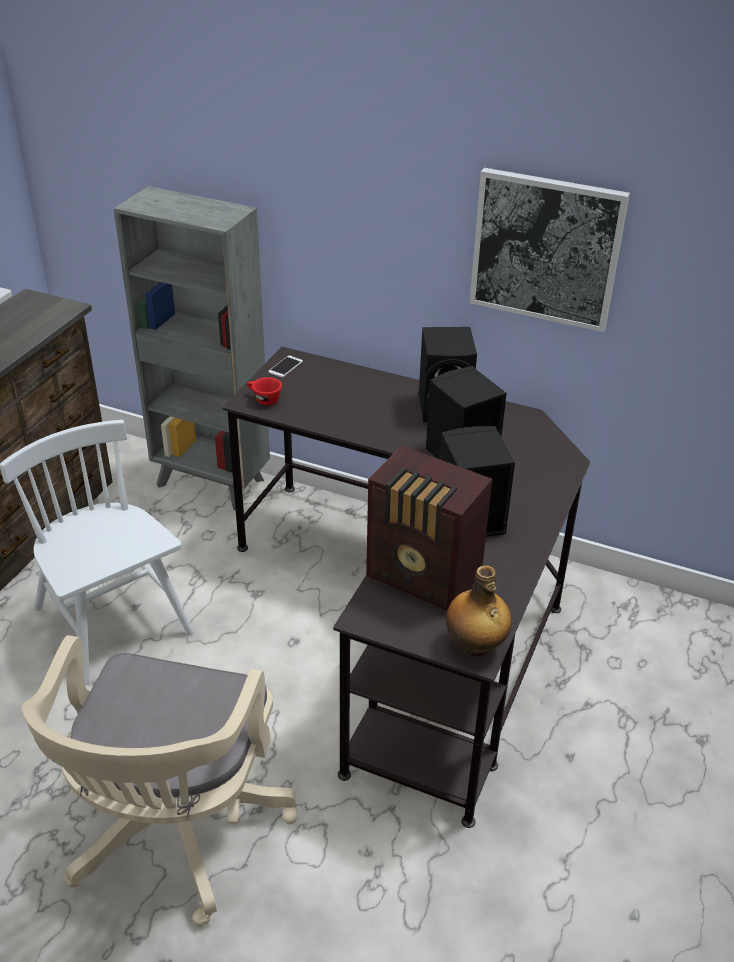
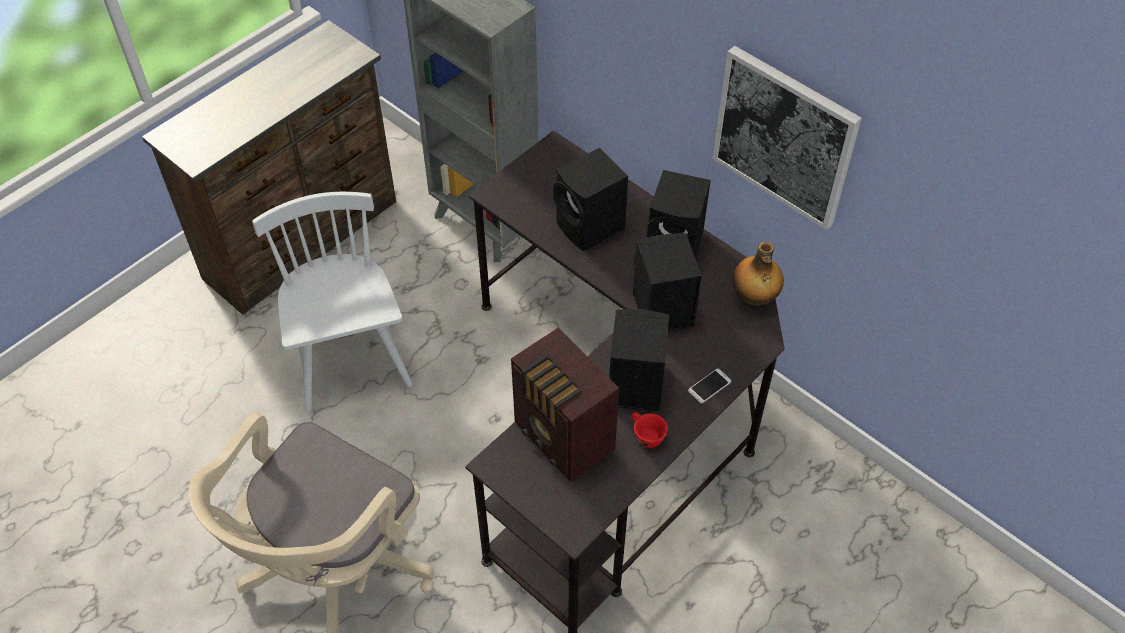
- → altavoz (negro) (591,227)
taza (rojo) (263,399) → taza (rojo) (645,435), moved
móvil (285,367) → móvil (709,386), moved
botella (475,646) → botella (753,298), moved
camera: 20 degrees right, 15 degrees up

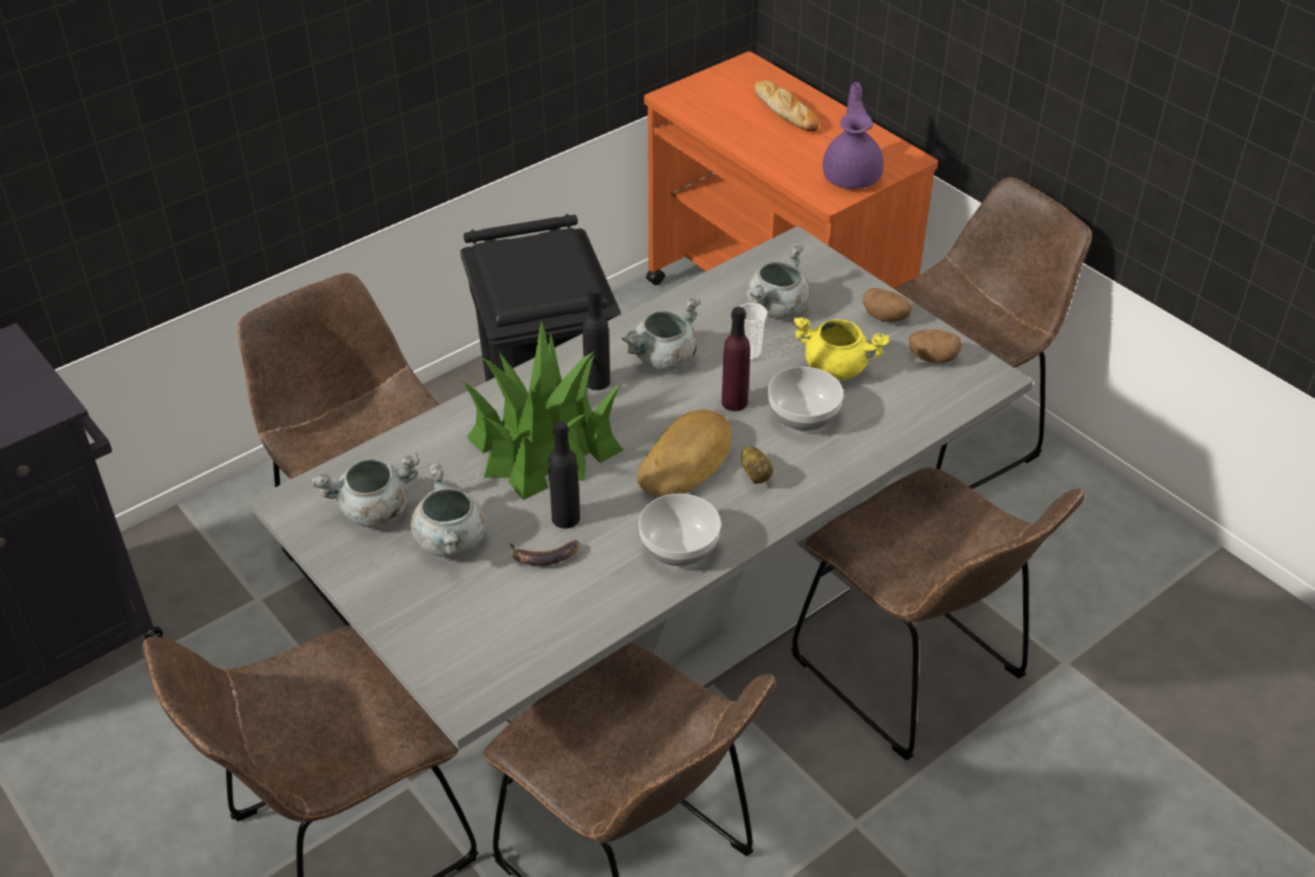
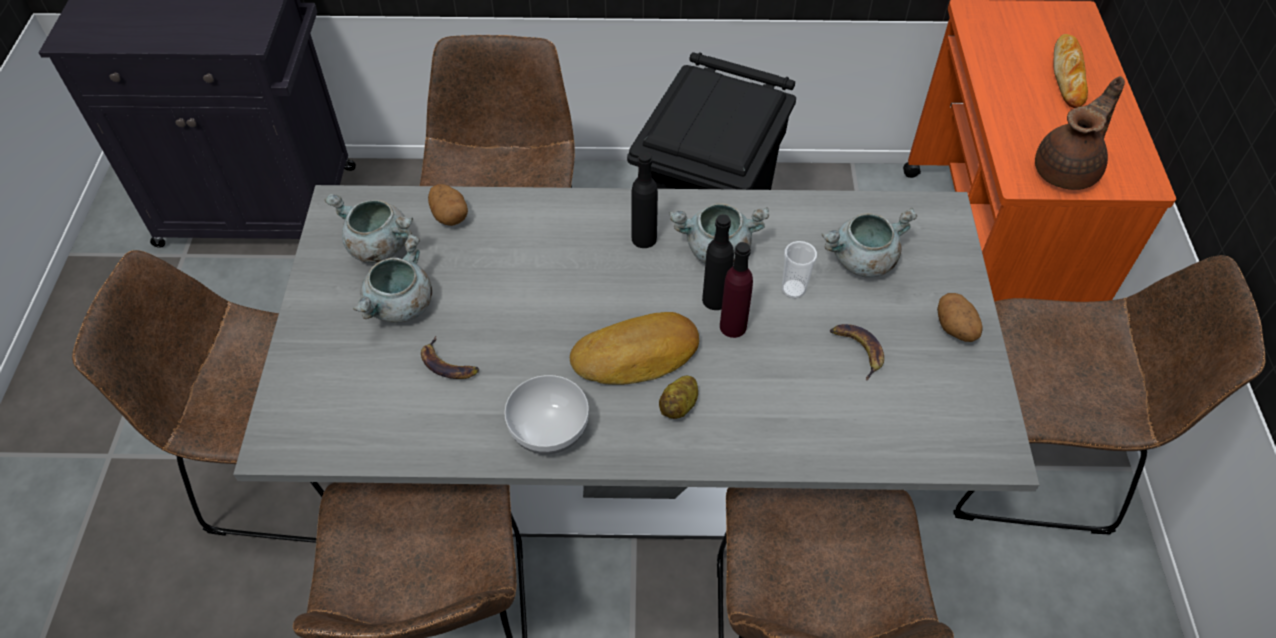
planta en maceta (543,446) → -
cuenco (802,417) → -
botella (negro) (566,518) → botella (negro) (715,299), moved
patata (932,358) → patata (449,215), moved
olla (amarillo) (837,367) → plátano (857,350)
tetera (morado) (852,175) → tetera (marrón) (1068,170)
camera: 40 degrees right, 10 degrees up

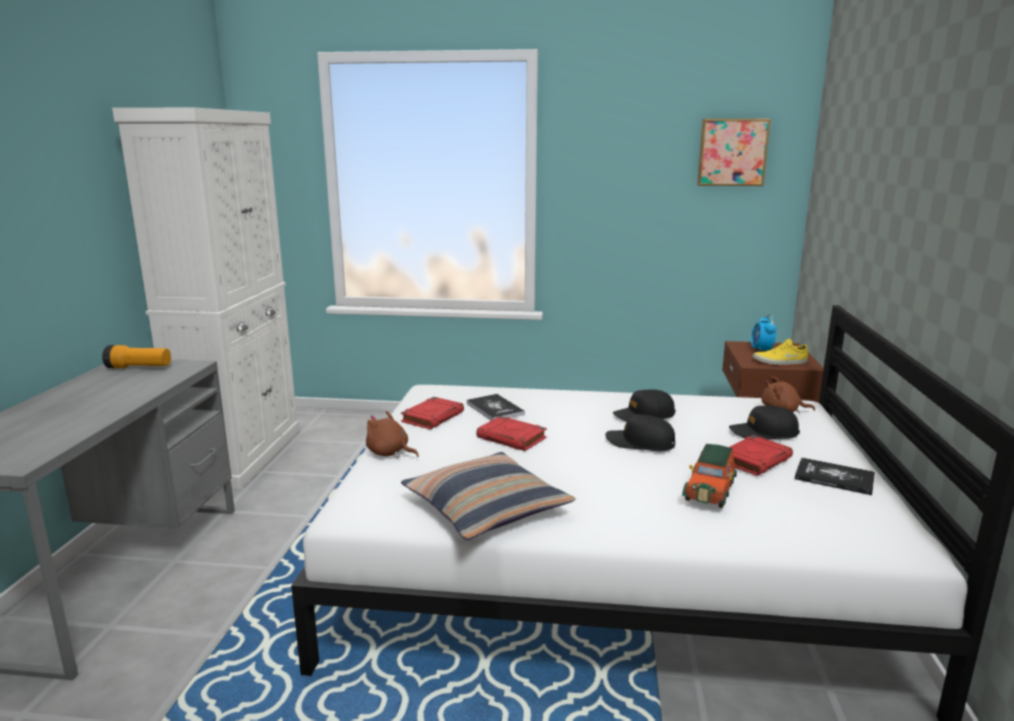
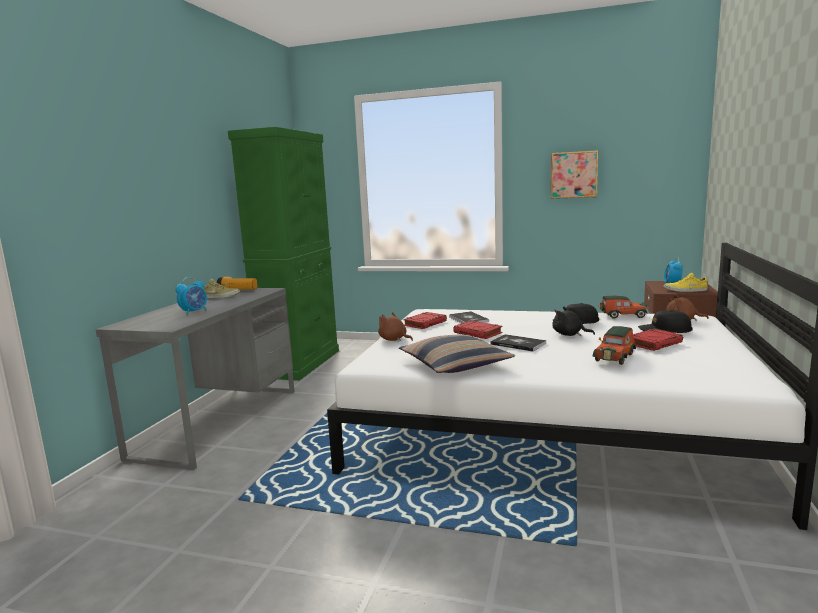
- → despertador (194,312)
- → zapato (beis) (219,296)
- → coche de juguete (622,316)
cuadro (732,152) → cuadro (573,175), moved
libro (834,478) → libro (518,344), moved
gorra (negro) (640,443) → peluche (negro) (569,335)
armario (blanco) (242,455) → armario (verde) (300,363)
camera: 10 degrees right, 5 degrees down

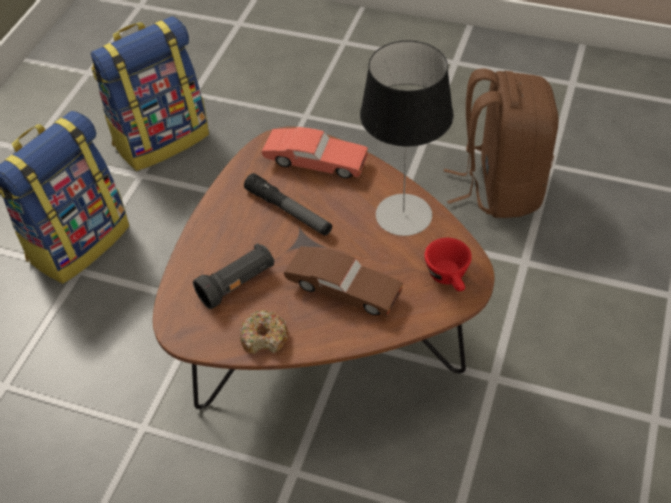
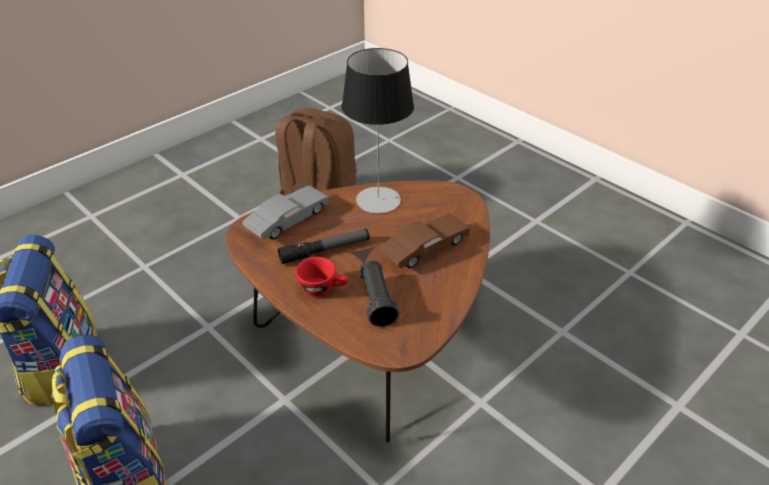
rosquilla (264,337) → -
taza (rojo) (449,278) → taza (rojo) (323,288), moved
coche de juguete (rojo) (315,162) → coche de juguete (gris) (287,221)
camera: 65 degrees left, 10 degrees down

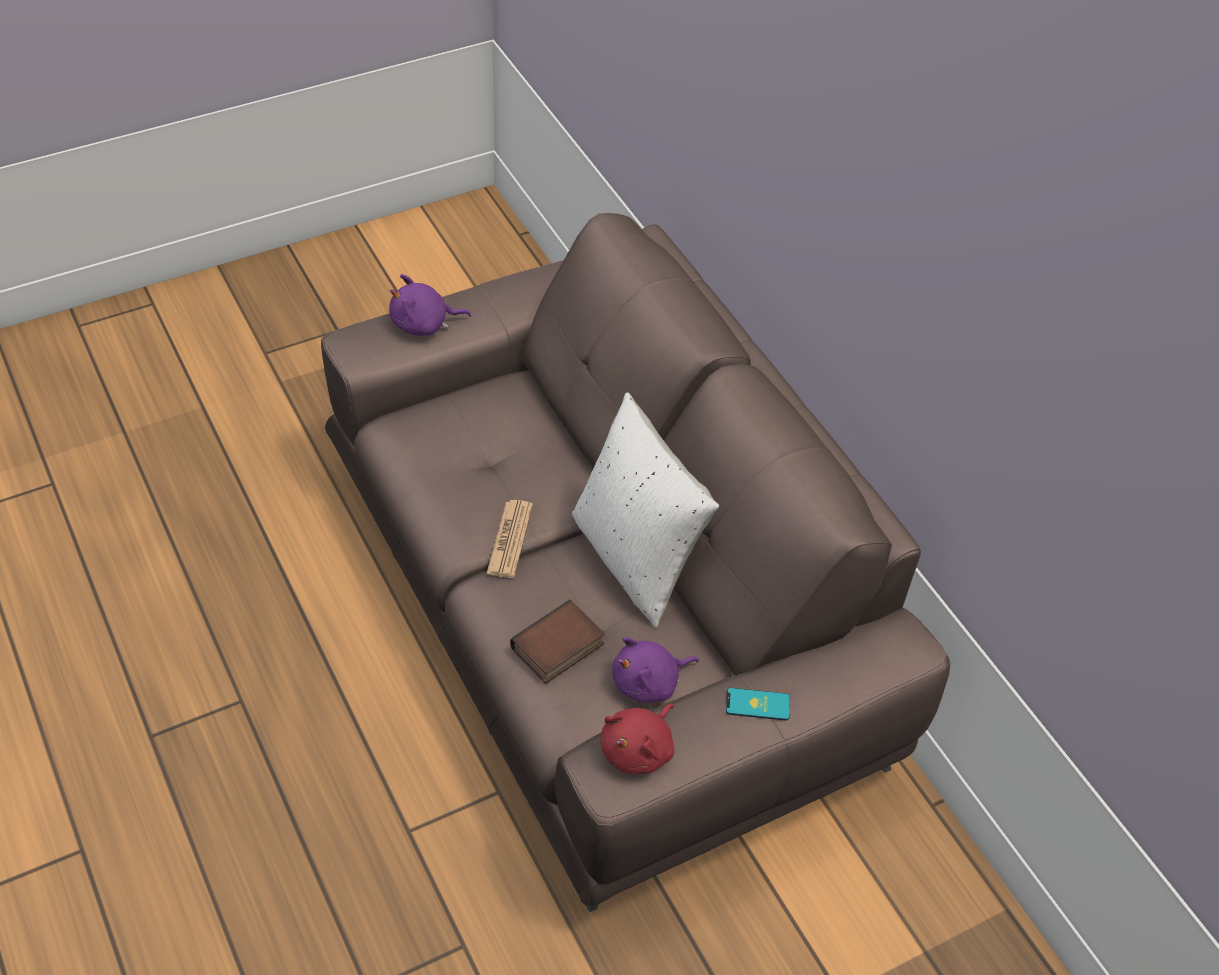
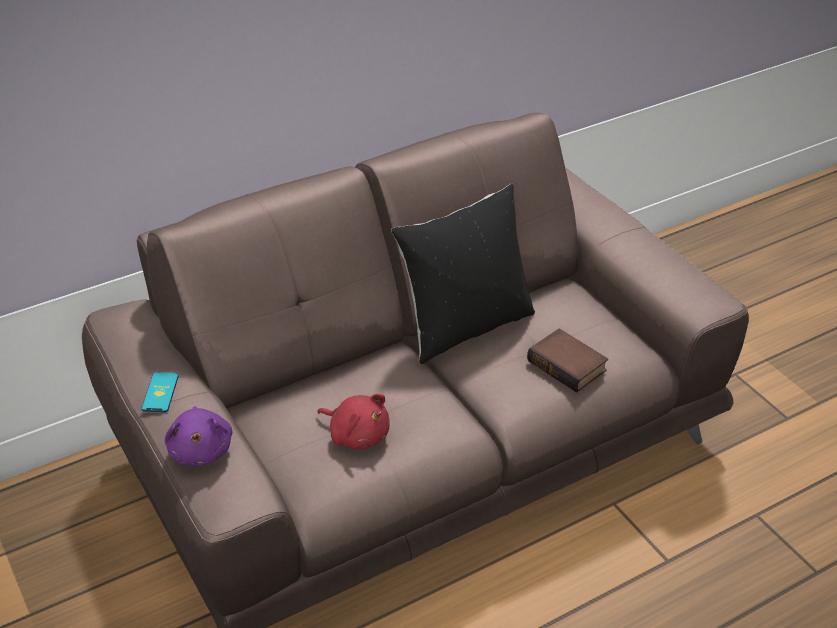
periódico (510,539) → -
peluche (morado) (649,683) → -
peluche (rojo) (639,750) → peluche (rojo) (357,435), moved
móvil (758,704) → móvil (160,393), moved
cojín (blanco) (636,559) → cojín (negro) (465,326)
camera: 90 degrees left, 10 degrees down

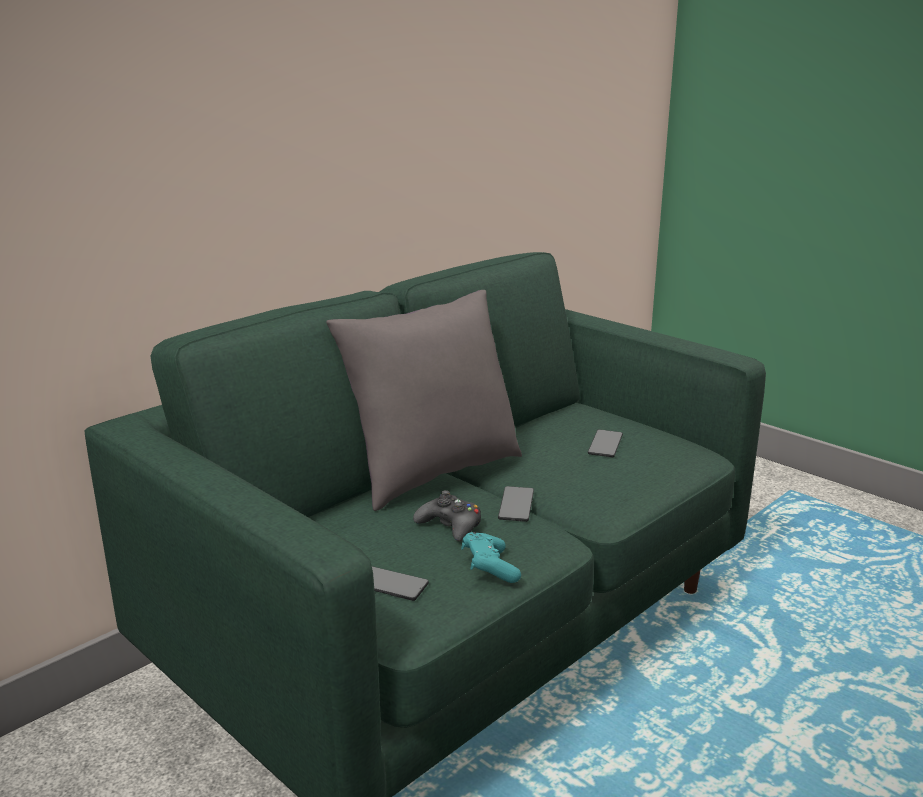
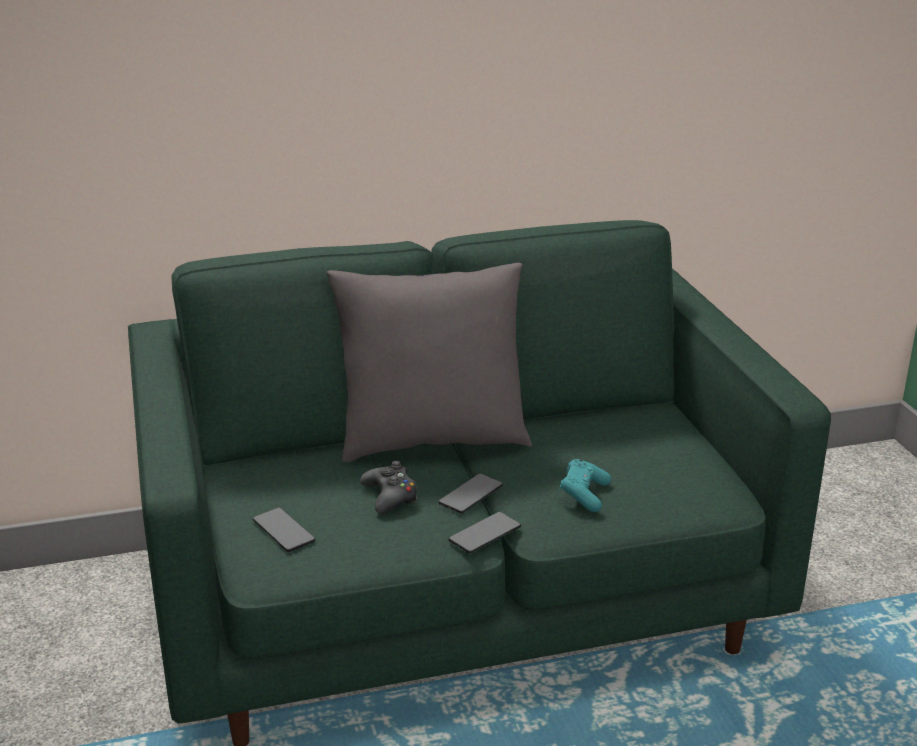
mando de consola (turquesa) (489,568) → mando de consola (turquesa) (584,495), moved
móvil (605,444) → móvil (485,534), moved
camera: 30 degrees right, 5 degrees up

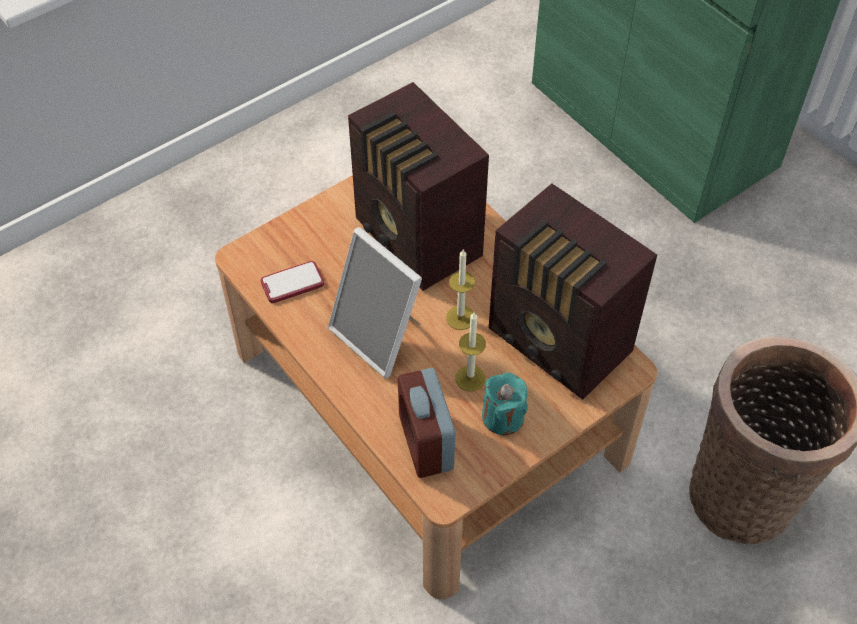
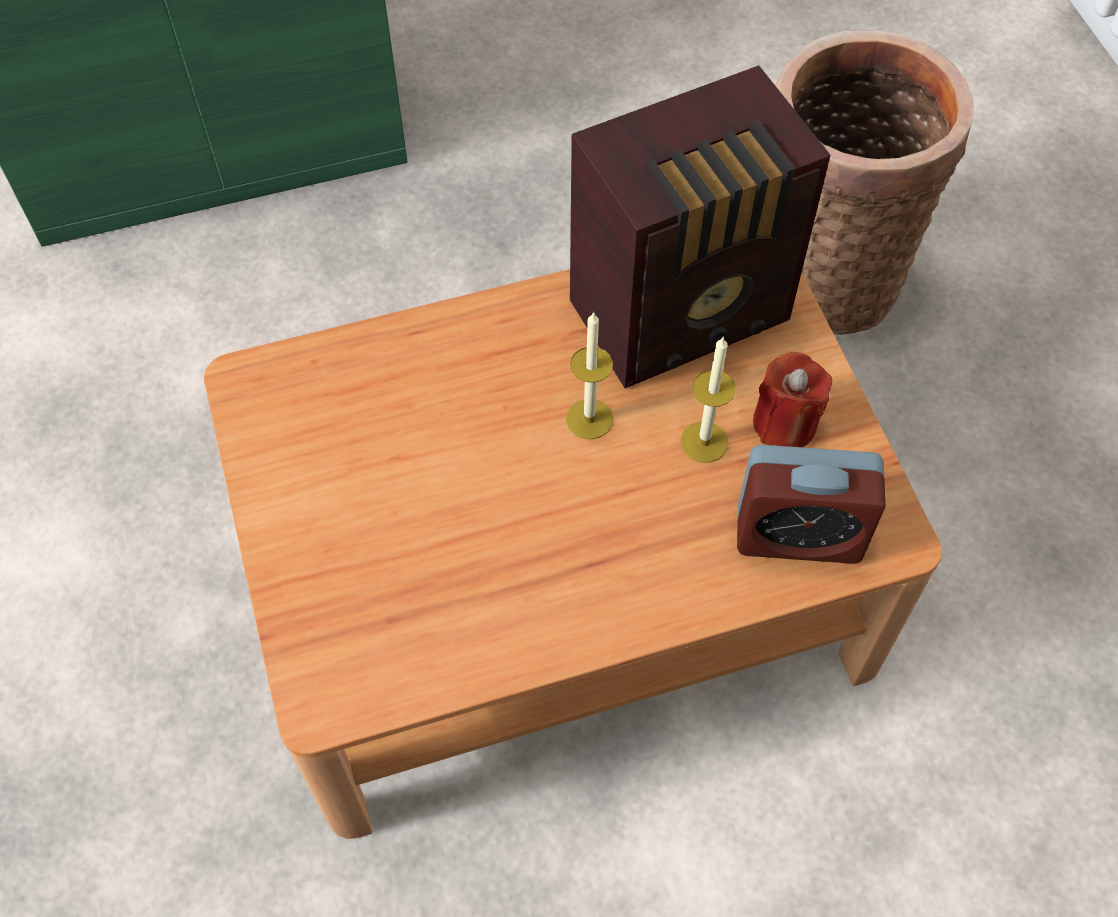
móvil (292,283) → -
portarretratos (380,336) → -
radio (418,241) → -
vela (turquesa) (503,417) → vela (rojo) (785,423)
camera: 70 degrees left, 5 degrees up

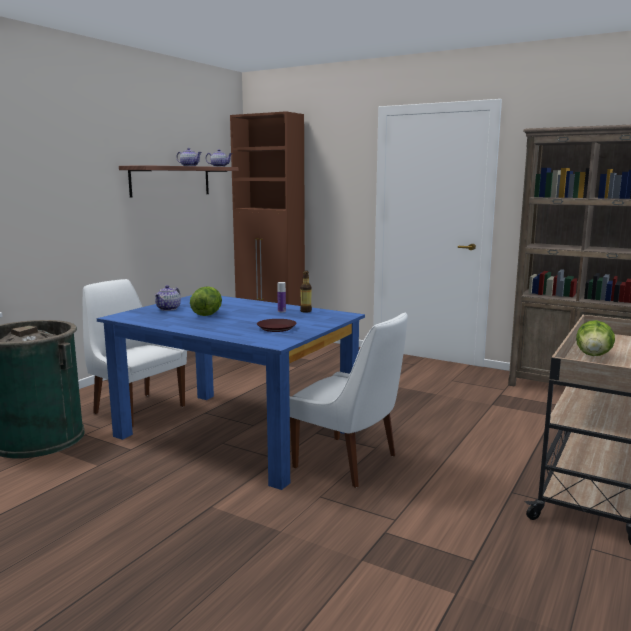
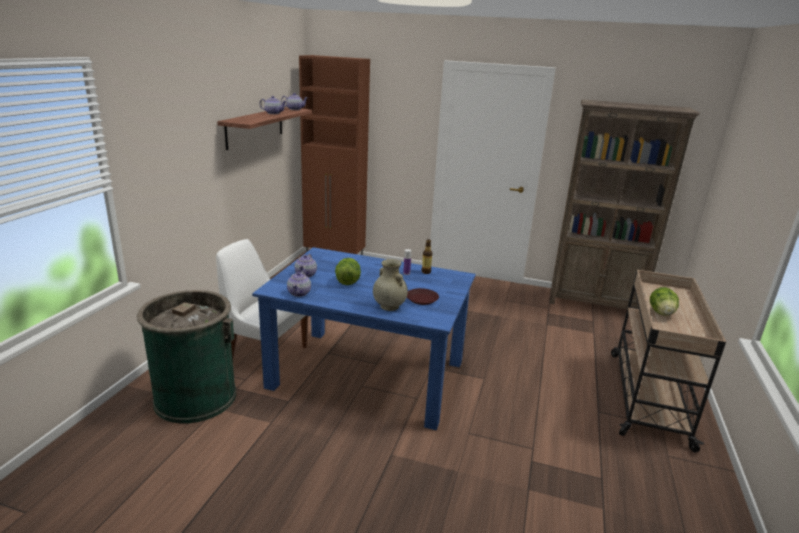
silla (blanco) (349,462) → -
- → tetera (299,293)
- → florero (beis) (389,306)
camera: 15 degrees left, 10 degrees up

